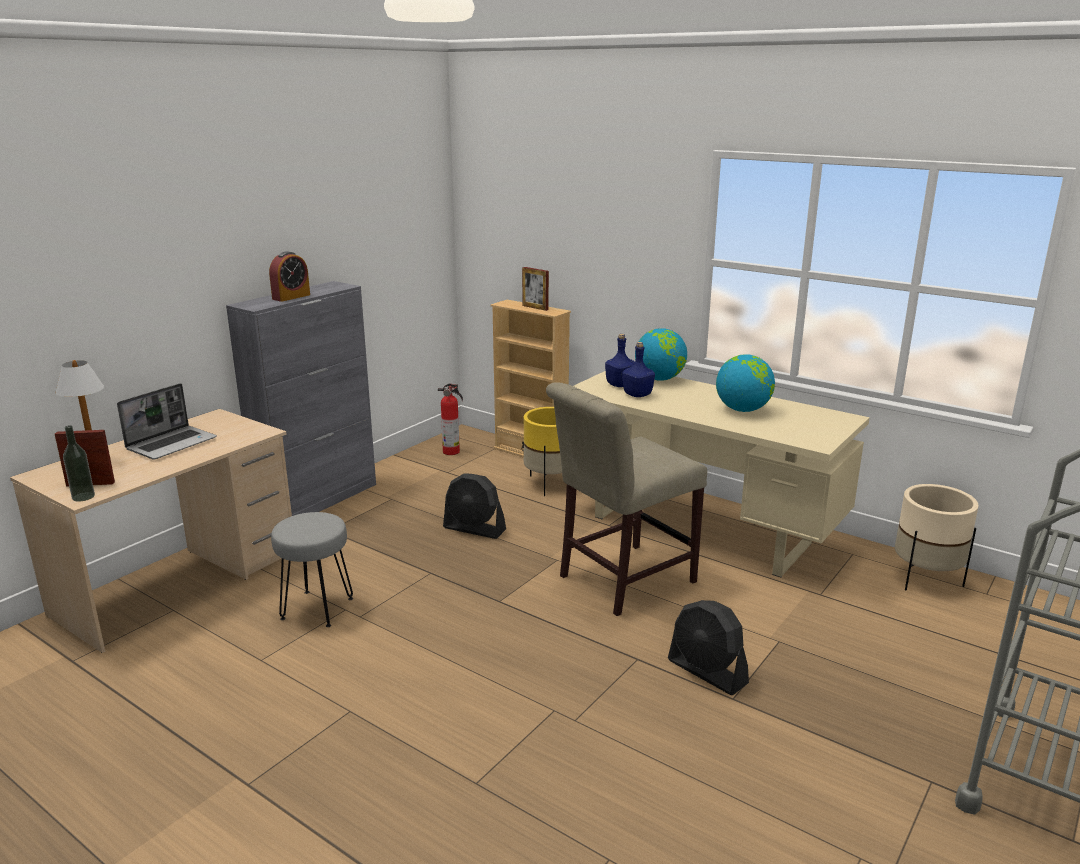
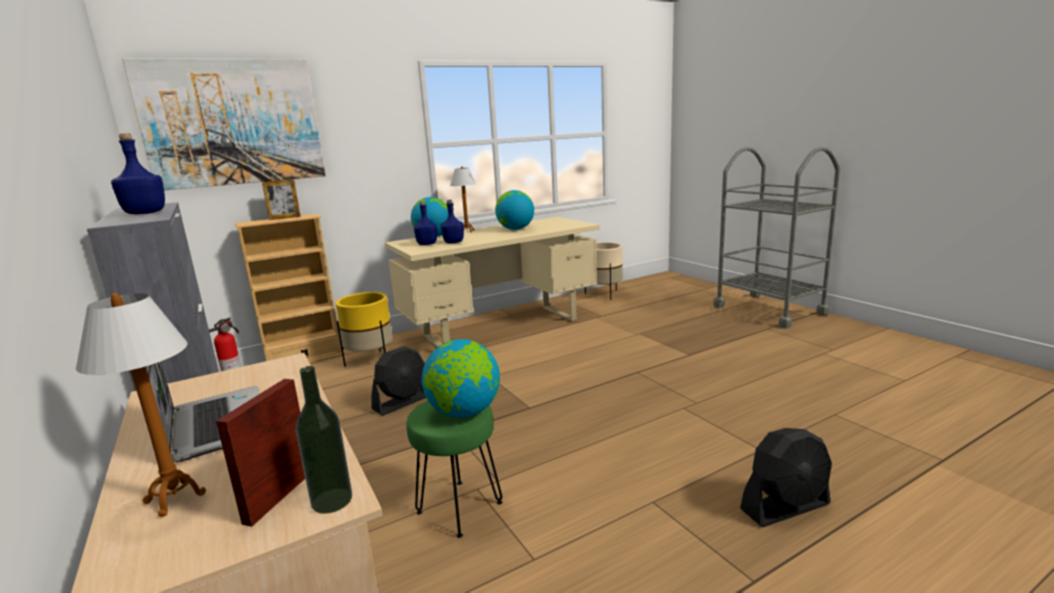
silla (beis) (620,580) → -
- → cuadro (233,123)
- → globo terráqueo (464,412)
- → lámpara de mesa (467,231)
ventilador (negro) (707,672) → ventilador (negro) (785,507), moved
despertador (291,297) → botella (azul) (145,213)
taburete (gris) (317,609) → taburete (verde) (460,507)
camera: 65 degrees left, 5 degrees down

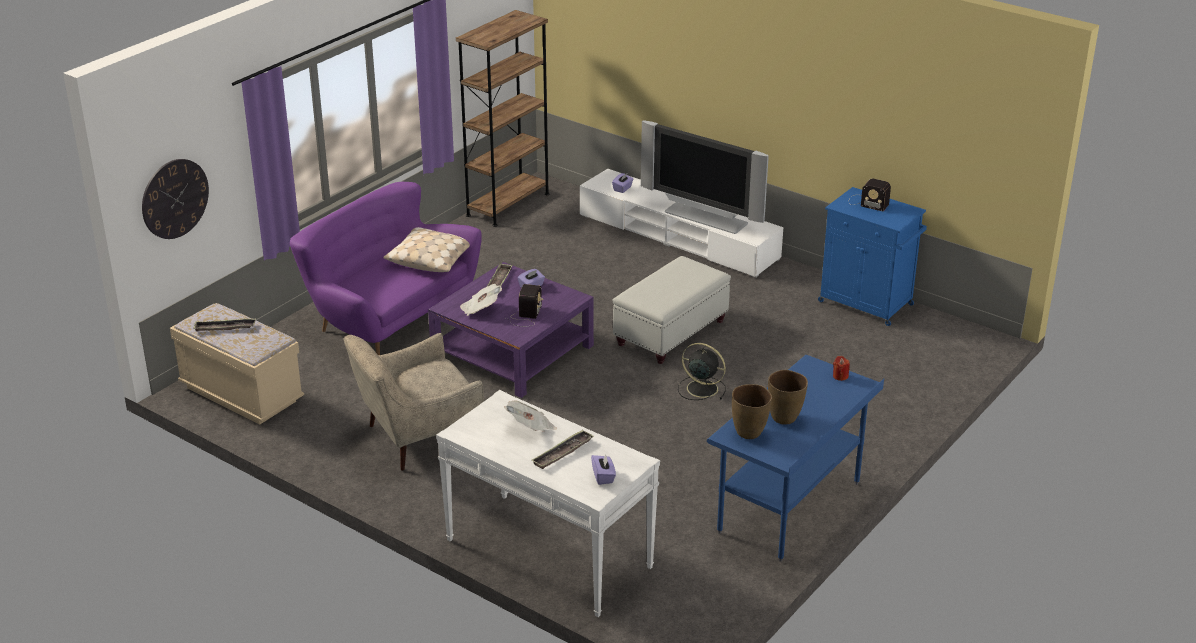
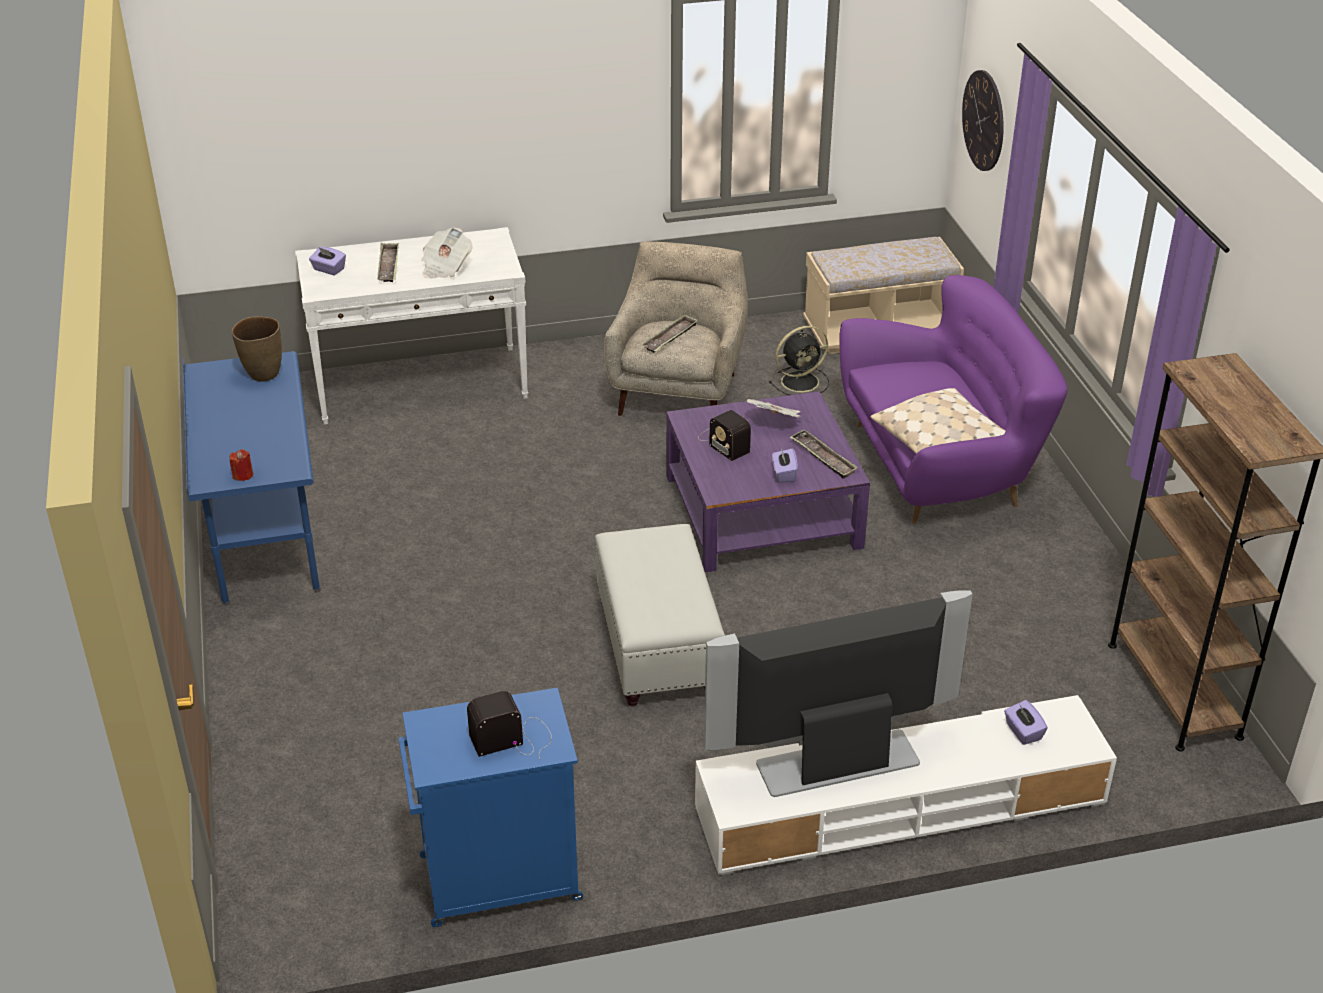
florero (marrón) (784,418) → -
bandeja (225,327) → bandeja (670,338), moved
ventilador (negro) (701,388) → ventilador (negro) (801,381), moved
camera: 130 degrees right, 5 degrees up

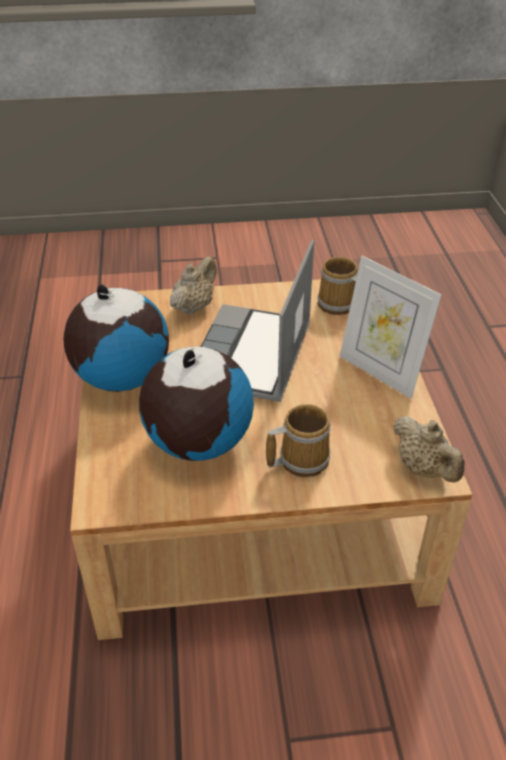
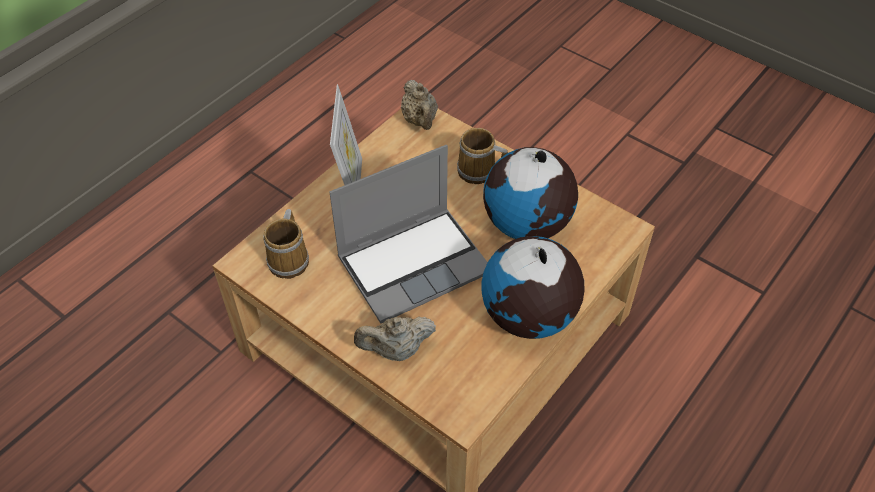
tetera (beis) (424,469) → tetera (beis) (420,121), 150 degrees clockwise
camera: 135 degrees left, 10 degrees up

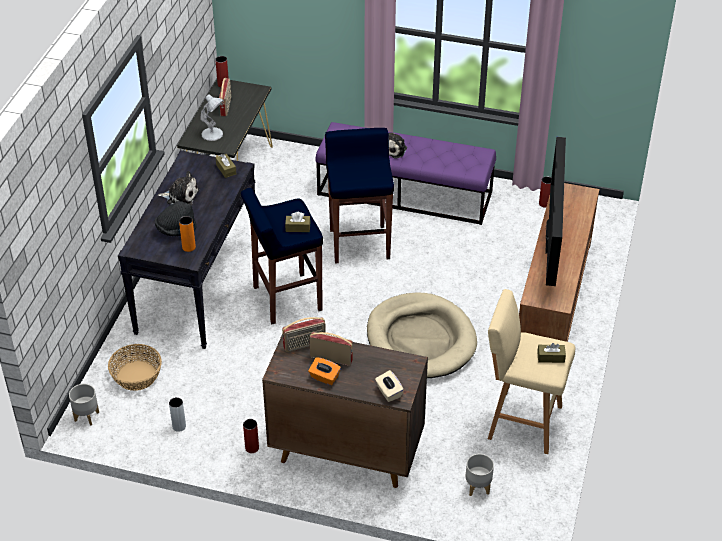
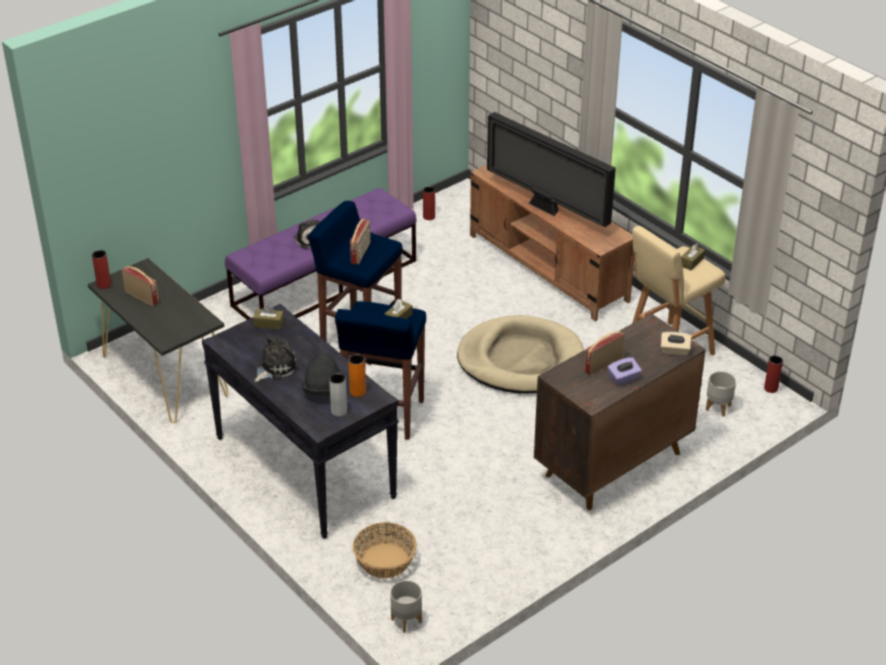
lámpara de mesa (blanco) (213,134) → -
florero (gris) (179,426) → florero (gris) (339,411), moved
florero (rojo) (252,448) → florero (rojo) (771,388), moved
radio (304,345) → radio (361,253), moved
caja de pañuelos (naranja) (324,377) → caja de pañuelos (morado) (623,379)
camera: 55 degrees left, 5 degrees down

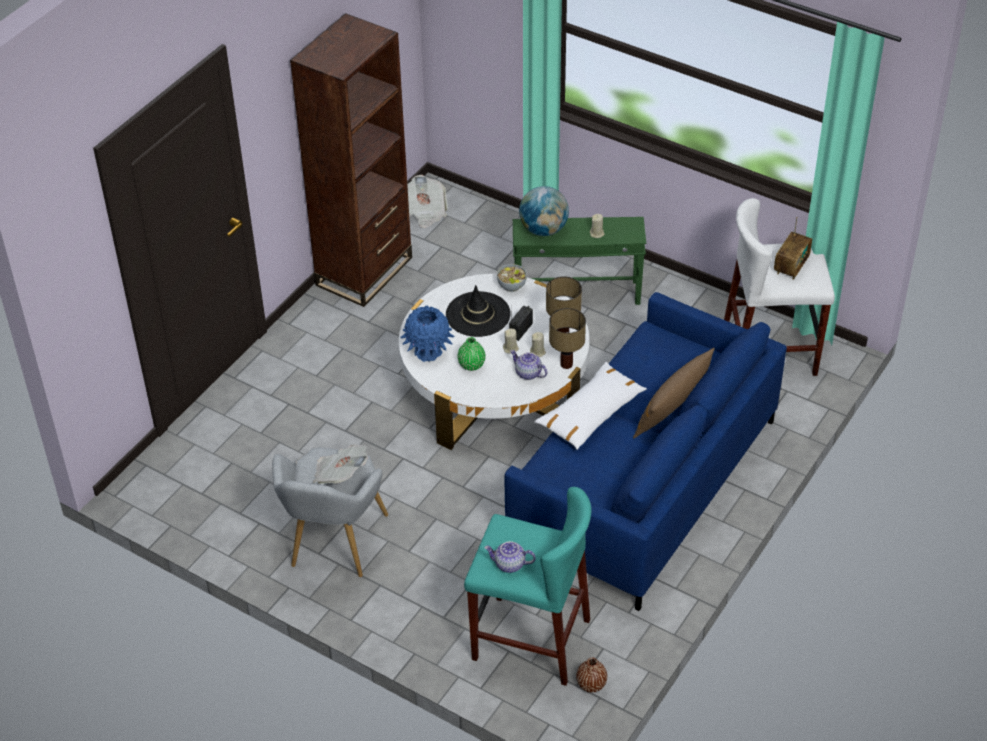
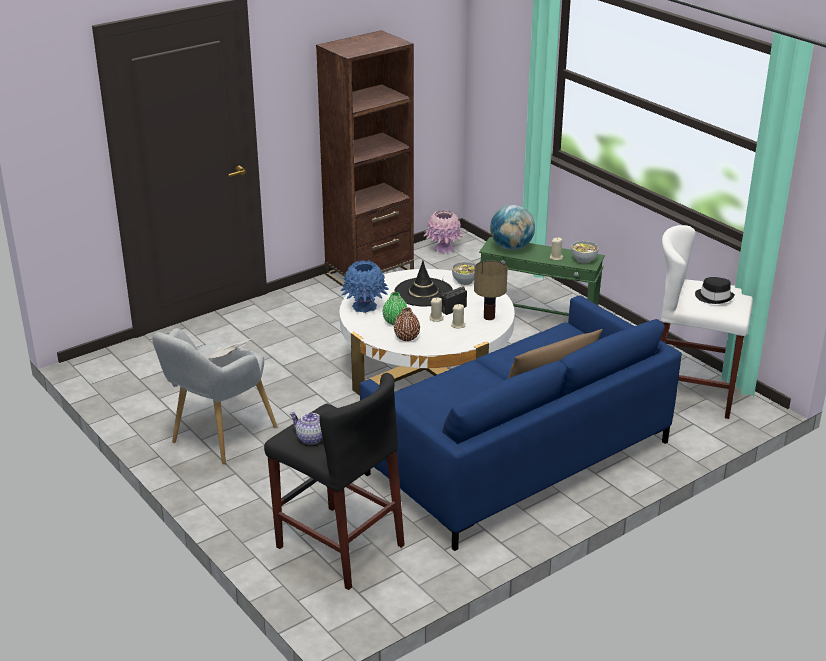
tetera (528,373) → -
cojín (blanco) (591,414) → -
lámpara de mesa (565,364) → -
- → cuenco (583,260)
florero (marrón) (591,684) → florero (marrón) (407,337), moved
periódico (425,211) → florero (rosa) (443,249)
radio (791,266) → sombrero (negro) (714,297)
taburete (turquesa) (531,639) → taburete (negro) (339,546)
camera: 20 degrees right, 15 degrees down

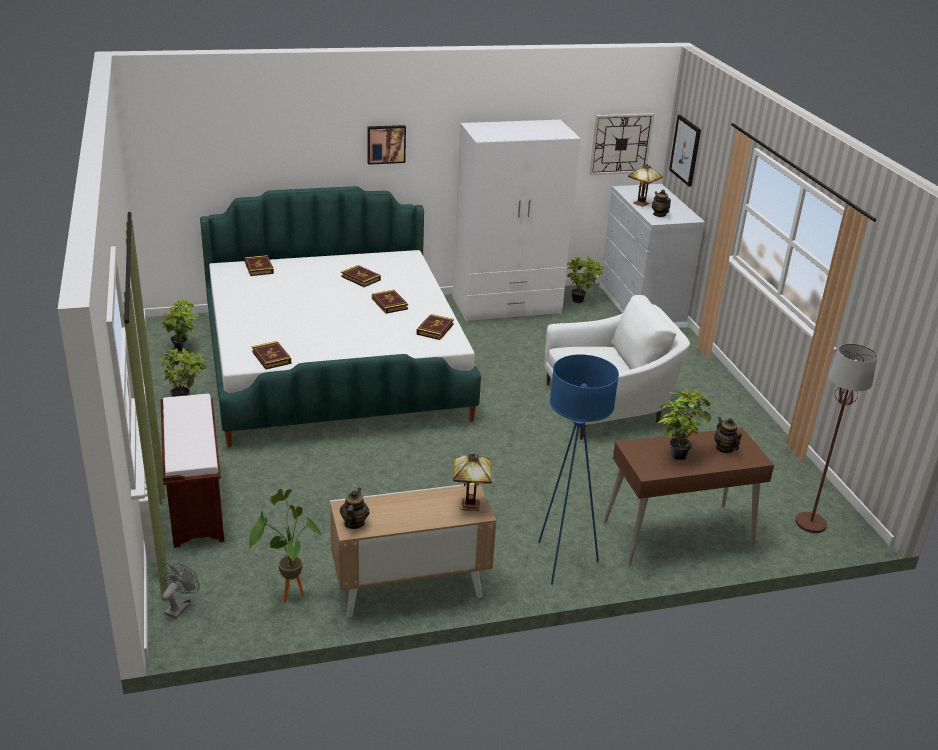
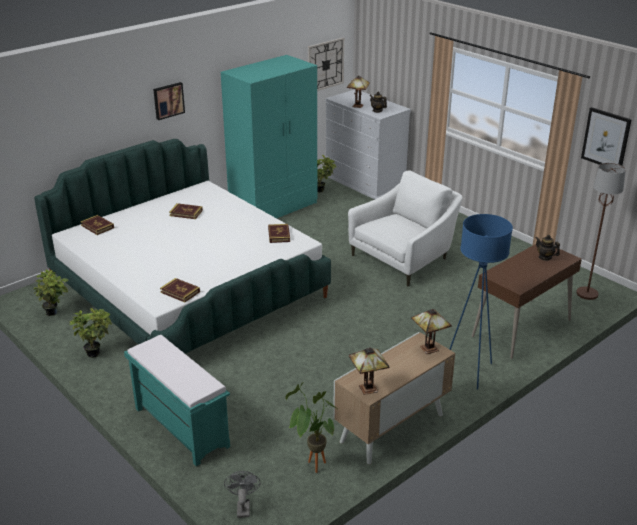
libro (389,304) → -
planta en maceta (677,453) → -
cuadro (685,150) → cuadro (606,139), moved
tetera (354,523) → lámpara de mesa (367,389)
banco (marrón) (195,503) → banco (turquesa) (180,427)
armario ropero (blanco) (507,305) → armario ropero (turquesa) (274,207)
camera: 25 degrees left, 0 degrees up

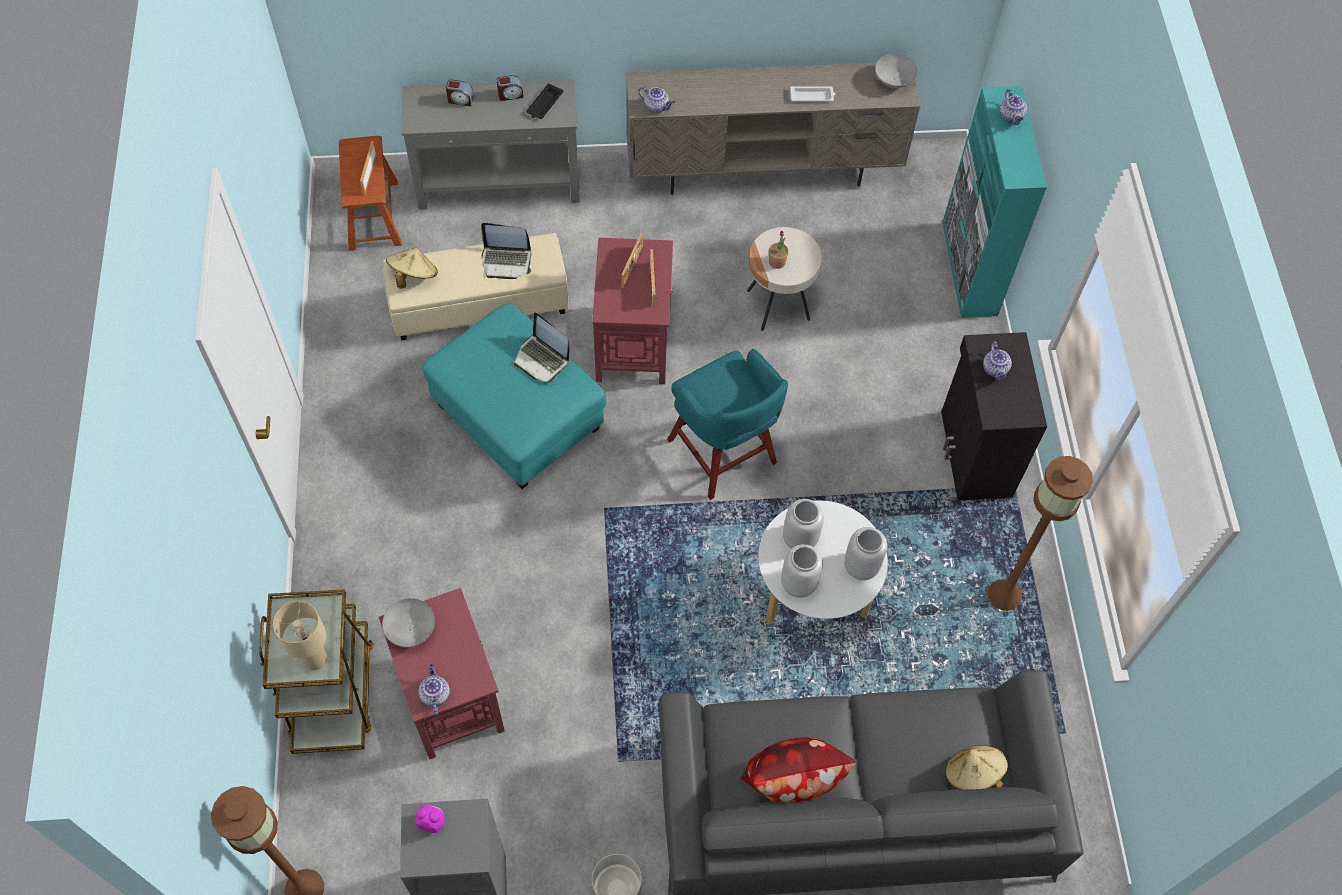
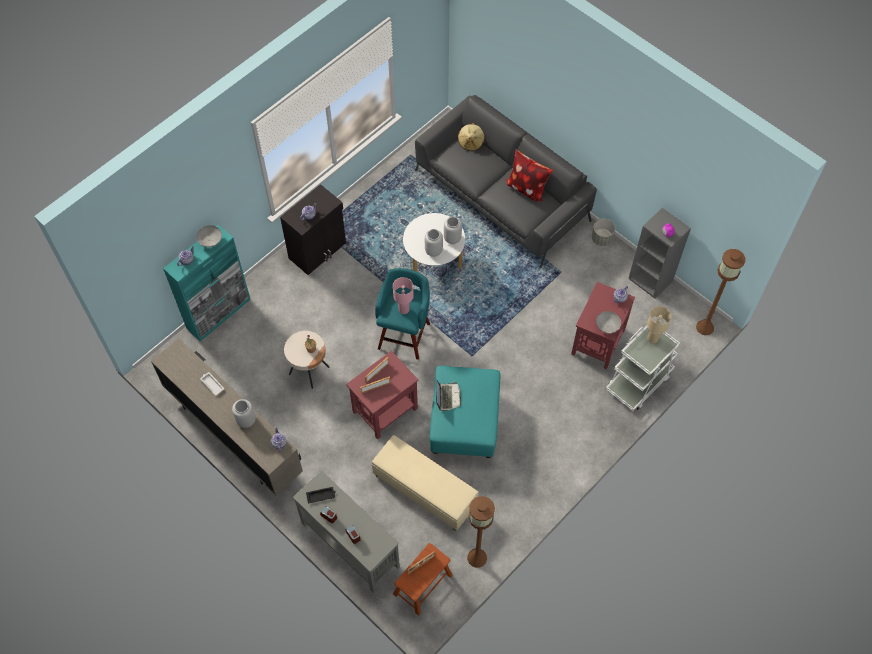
sombrero (beis) (413,275) → -
portátil (506,261) → -
- → lámpara de mesa (rosa) (403,309)
florero (gris) (860,566) → florero (gris) (246,420), moved
cuenco (gris) (893,80) → cuenco (gris) (210,241), moved
lámpara de pie (marrón) (1004,595) → lámpara de pie (marrón) (477,557), moved
carrito (marrón) (333,692) → carrito (blanco) (638,382)
camera: 130 degrees left, 0 degrees up

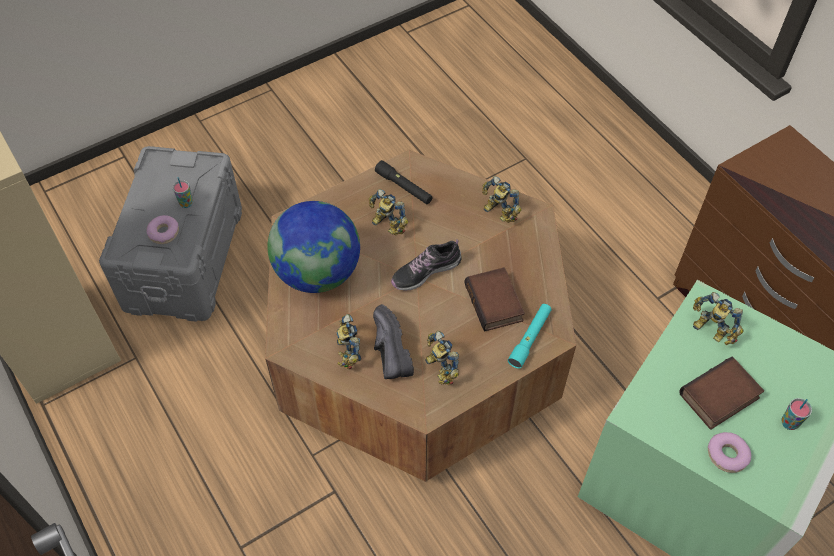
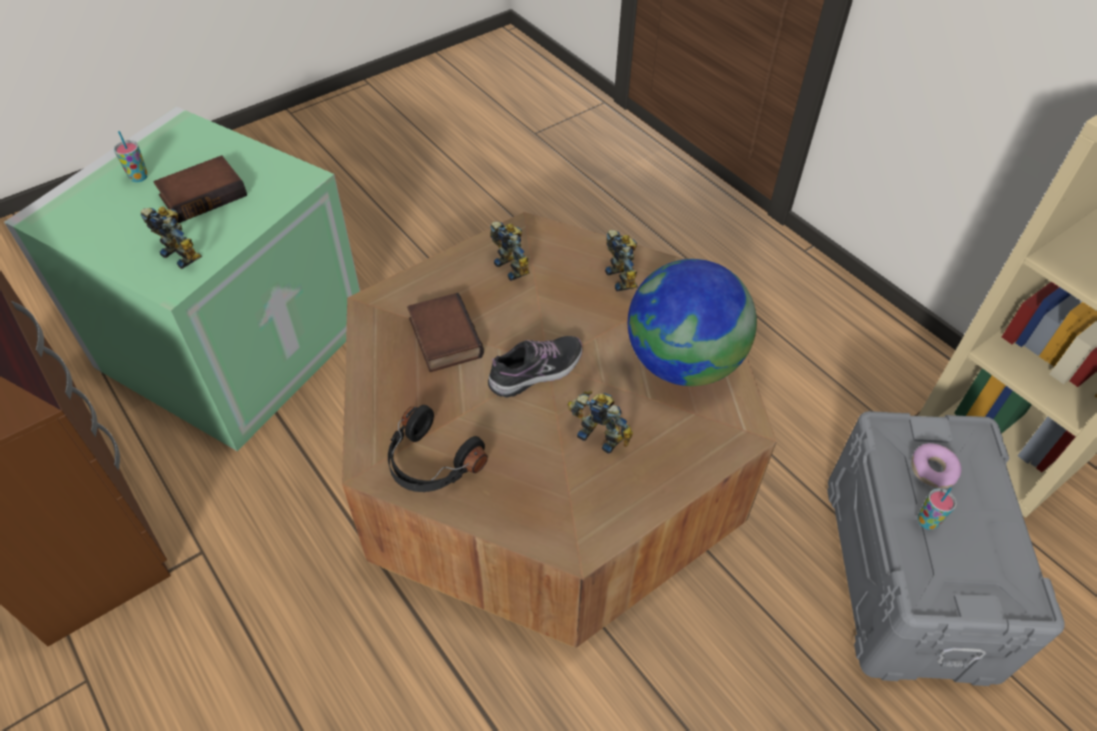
zapato (negro) (386,351) → -
linterna (negro) (404,187) → -
linterna (turquesa) (530,338) → -
rosquilla (727,455) → -
robot de juguete (498,213) → auriculares (negro) (431,463)
camera: 175 degrees right, 5 degrees down

